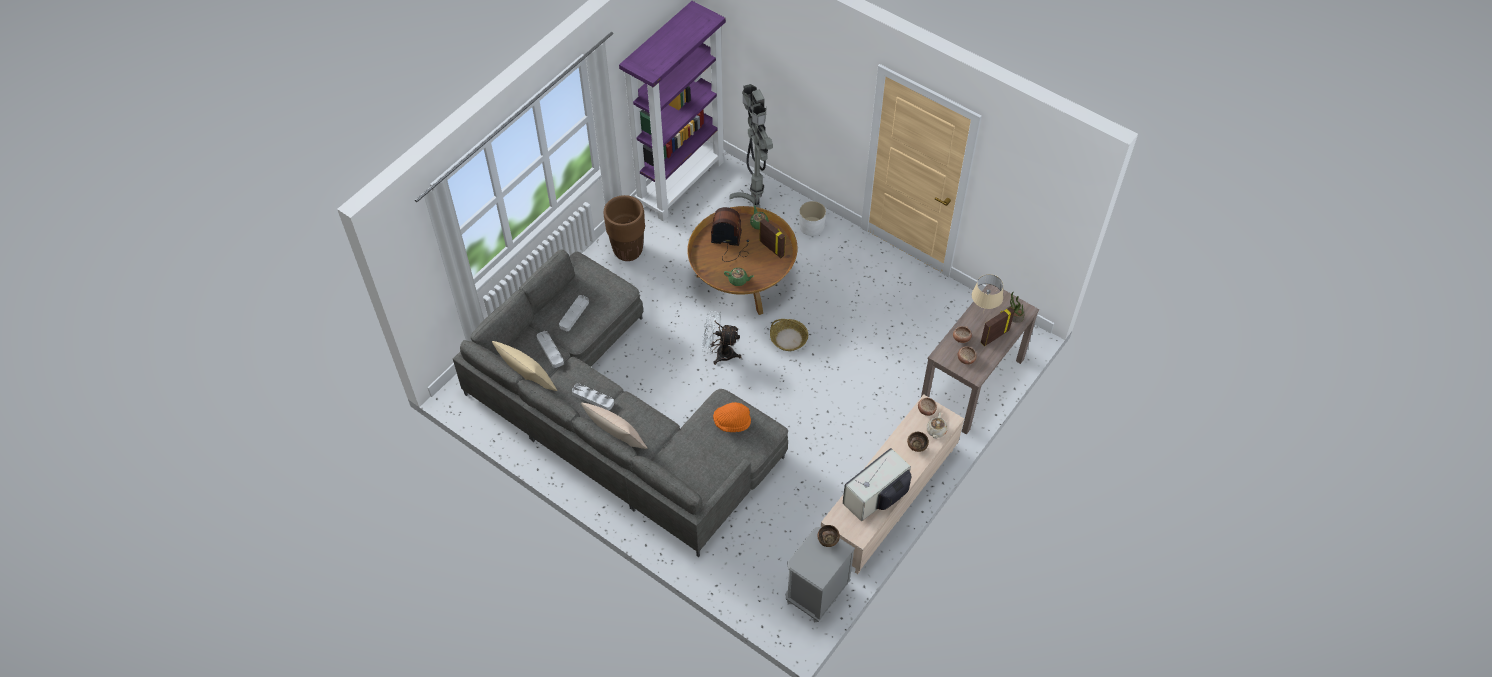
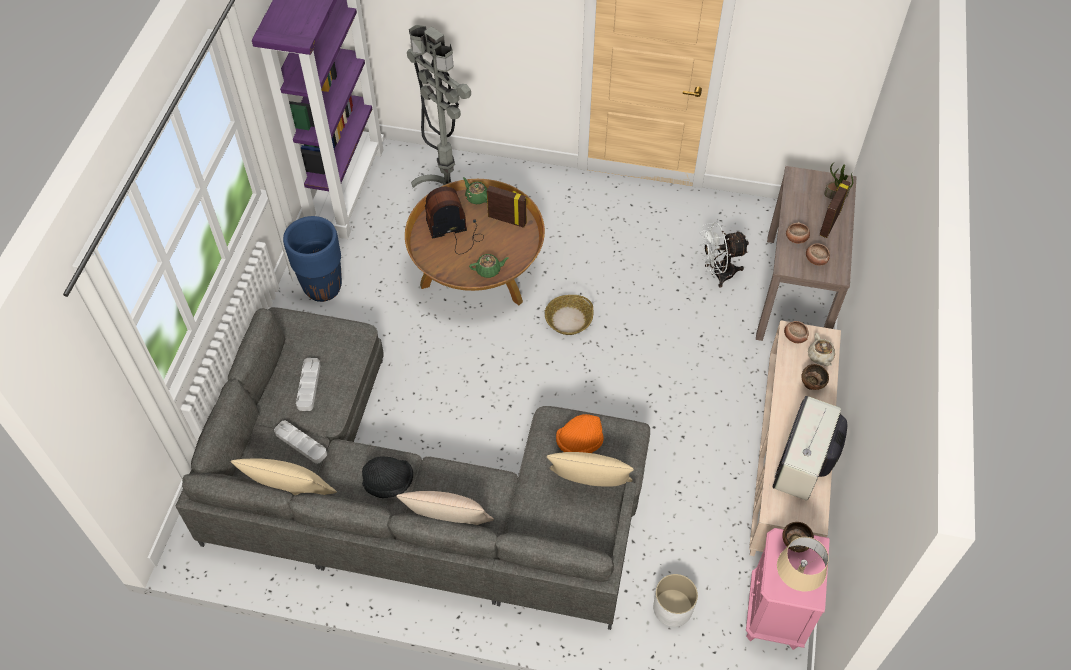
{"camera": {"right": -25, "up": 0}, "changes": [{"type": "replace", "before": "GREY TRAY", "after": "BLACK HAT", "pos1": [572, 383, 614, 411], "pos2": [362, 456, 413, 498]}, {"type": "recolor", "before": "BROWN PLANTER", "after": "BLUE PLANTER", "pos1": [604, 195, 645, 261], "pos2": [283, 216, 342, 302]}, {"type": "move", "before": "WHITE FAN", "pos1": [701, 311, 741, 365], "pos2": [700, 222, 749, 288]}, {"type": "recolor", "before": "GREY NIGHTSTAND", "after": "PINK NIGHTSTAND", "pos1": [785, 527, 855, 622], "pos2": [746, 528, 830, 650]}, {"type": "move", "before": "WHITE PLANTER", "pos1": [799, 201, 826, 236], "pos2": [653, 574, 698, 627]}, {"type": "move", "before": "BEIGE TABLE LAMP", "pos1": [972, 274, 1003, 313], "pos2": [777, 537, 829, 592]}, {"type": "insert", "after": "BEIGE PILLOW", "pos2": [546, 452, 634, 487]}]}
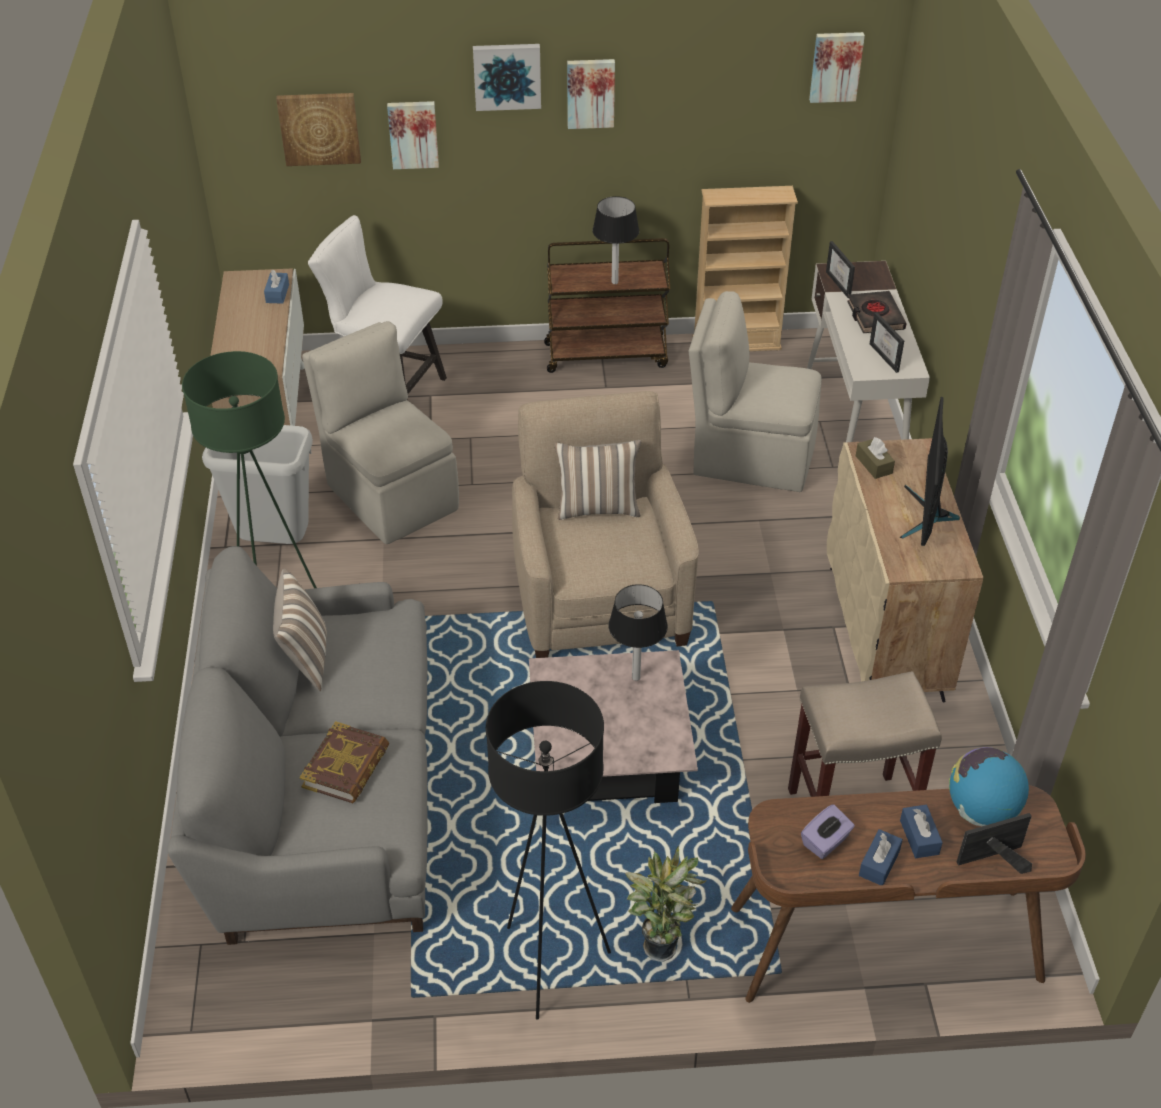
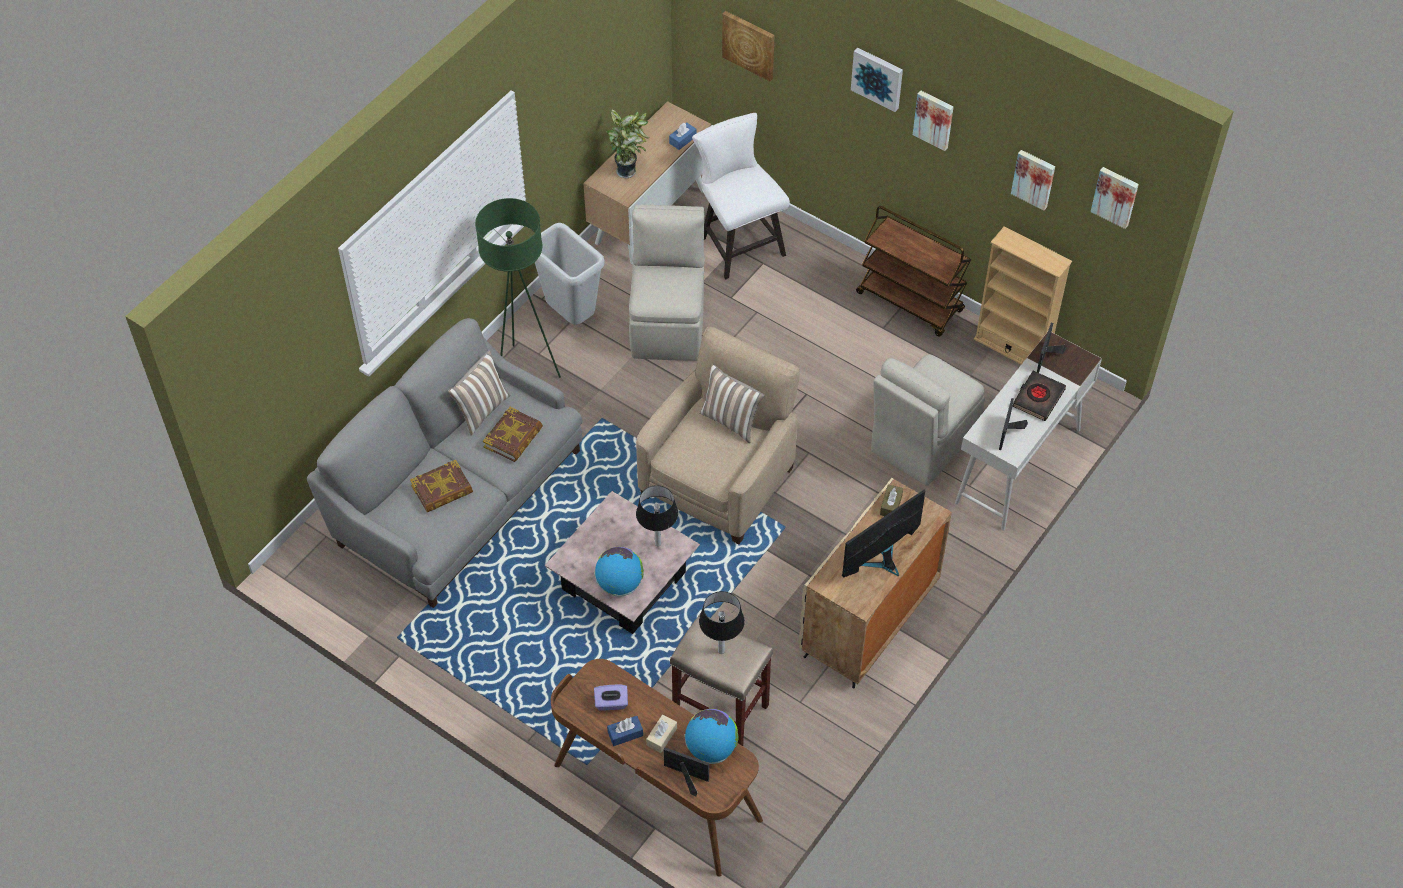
{"camera": {"right": 40, "up": 10}, "changes": [{"type": "move", "before": "PICTURE", "pos1": [387, 101, 439, 169], "pos2": [1011, 150, 1055, 210]}, {"type": "delete", "before": "BLACK FLOOR LAMP", "pos1": [486, 681, 611, 1020]}, {"type": "move", "before": "TABLE LAMP", "pos1": [592, 196, 639, 284], "pos2": [699, 591, 745, 654]}, {"type": "move", "before": "POTTED PLANT", "pos1": [625, 846, 707, 962], "pos2": [606, 110, 648, 179]}, {"type": "rotate", "before": "BEIGE CHAIR", "pos1": [689, 291, 822, 492], "pos2": [871, 354, 985, 486], "turn": -105}, {"type": "recolor", "before": "BLUE TISSUE BOX", "after": "BEIGE TISSUE BOX", "pos1": [900, 805, 943, 858], "pos2": [646, 715, 677, 753]}, {"type": "insert", "after": "BOOK", "pos2": [483, 407, 543, 462]}, {"type": "insert", "after": "GLOBE", "pos2": [594, 547, 644, 597]}]}
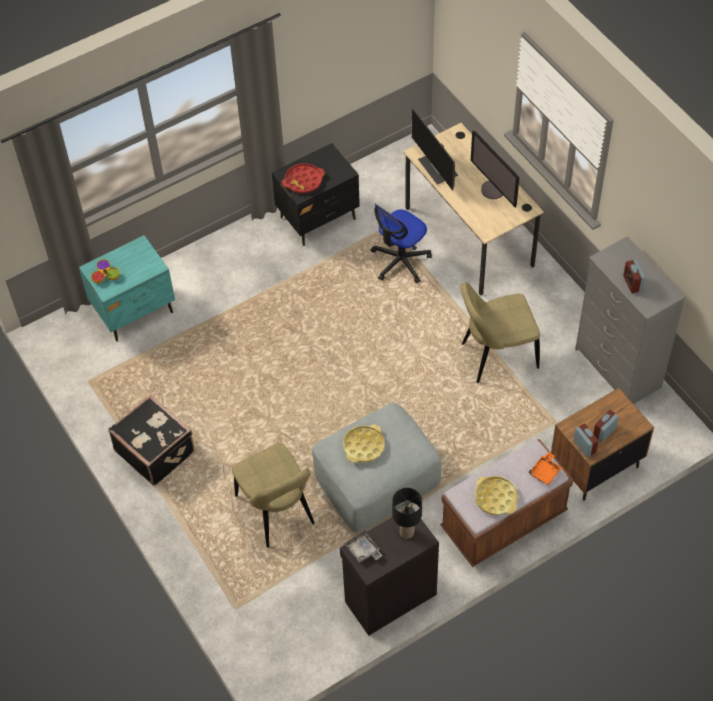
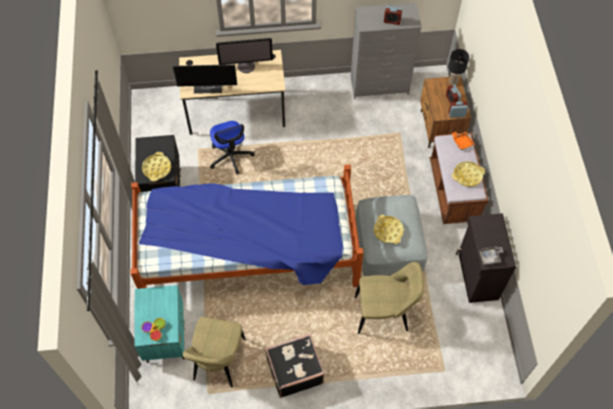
{"camera": {"right": -65, "up": 5}, "changes": [{"type": "recolor", "before": "RED TRAY", "after": "YELLOW TRAY", "pos1": [282, 163, 325, 193], "pos2": [142, 152, 171, 181]}, {"type": "move", "before": "BLACK TABLE LAMP", "pos1": [392, 488, 422, 538], "pos2": [448, 49, 469, 85]}, {"type": "move", "before": "BEIGE CHAIR", "pos1": [460, 282, 540, 383], "pos2": [183, 317, 246, 388]}, {"type": "insert", "after": "BED", "pos2": [131, 164, 364, 289]}]}
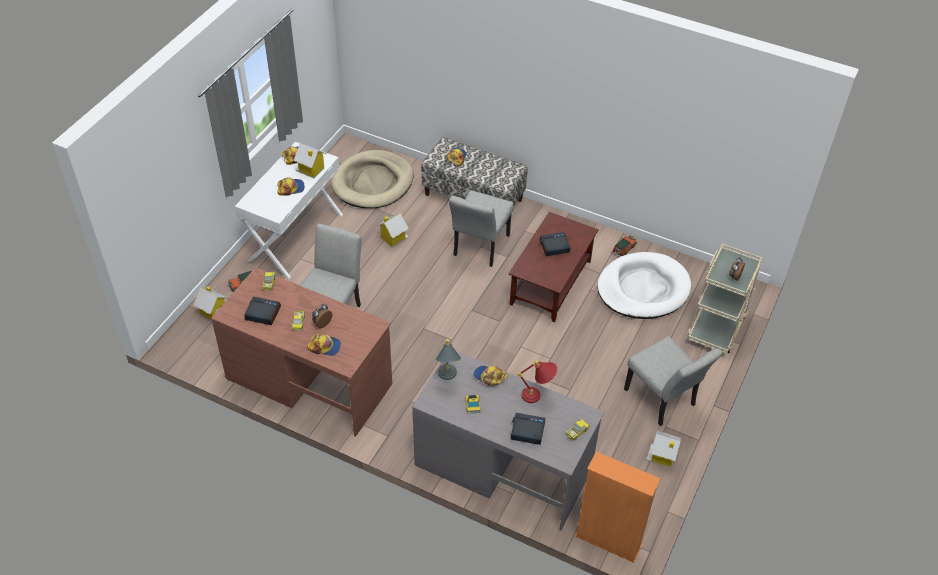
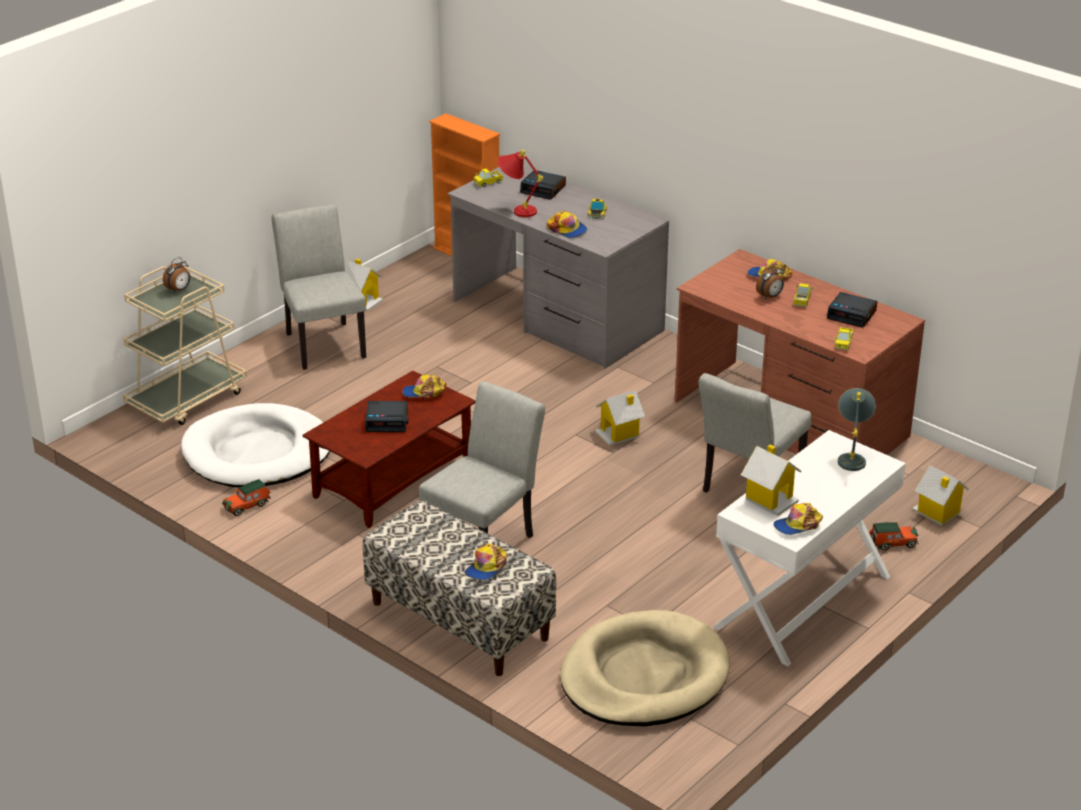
{"camera": {"right": -165, "up": -15}, "changes": [{"type": "move", "before": "CAP", "pos1": [277, 177, 305, 196], "pos2": [402, 375, 447, 397]}, {"type": "move", "before": "TOY HOUSE", "pos1": [377, 213, 409, 248], "pos2": [595, 390, 645, 446]}, {"type": "move", "before": "GREY TABLE LAMP", "pos1": [436, 339, 461, 380], "pos2": [838, 388, 876, 471]}]}
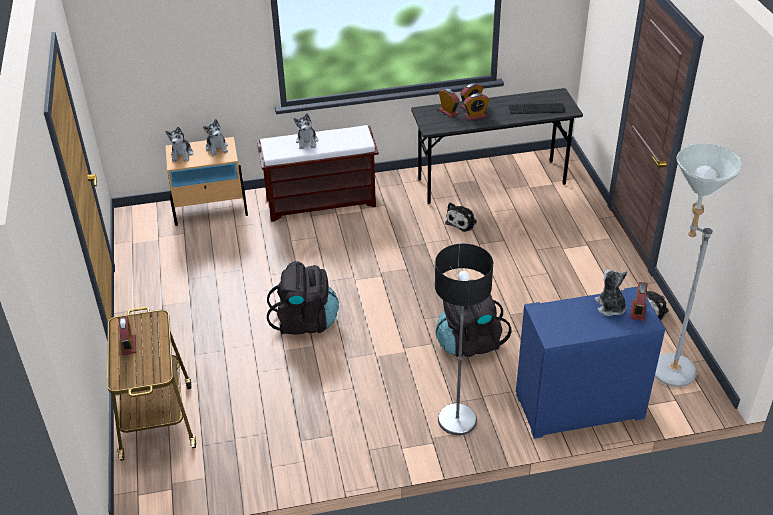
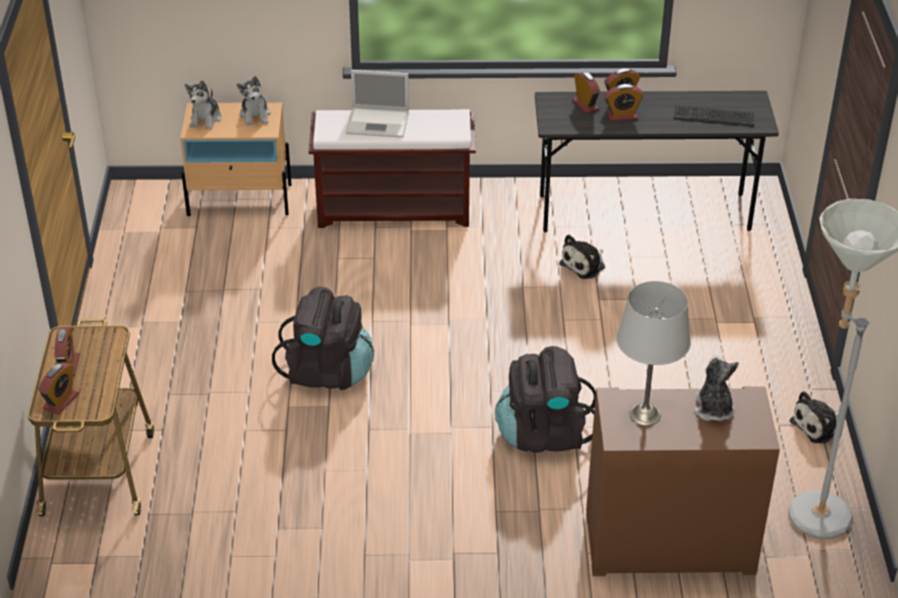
{"camera": {"right": 10, "up": 0}, "changes": [{"type": "replace", "before": "PLUSH TOY", "after": "LAPTOP", "pos1": [294, 114, 318, 149], "pos2": [346, 70, 409, 138]}, {"type": "delete", "before": "FLOOR LAMP", "pos1": [435, 244, 493, 435]}, {"type": "recolor", "before": "BLUE DRESSER", "after": "BROWN DRESSER", "pos1": [516, 286, 665, 439], "pos2": [586, 386, 780, 576]}, {"type": "move", "before": "ALARM CLOCK", "pos1": [630, 282, 647, 321], "pos2": [38, 362, 79, 415]}, {"type": "insert", "after": "GREY TABLE LAMP", "pos2": [616, 281, 691, 426]}]}
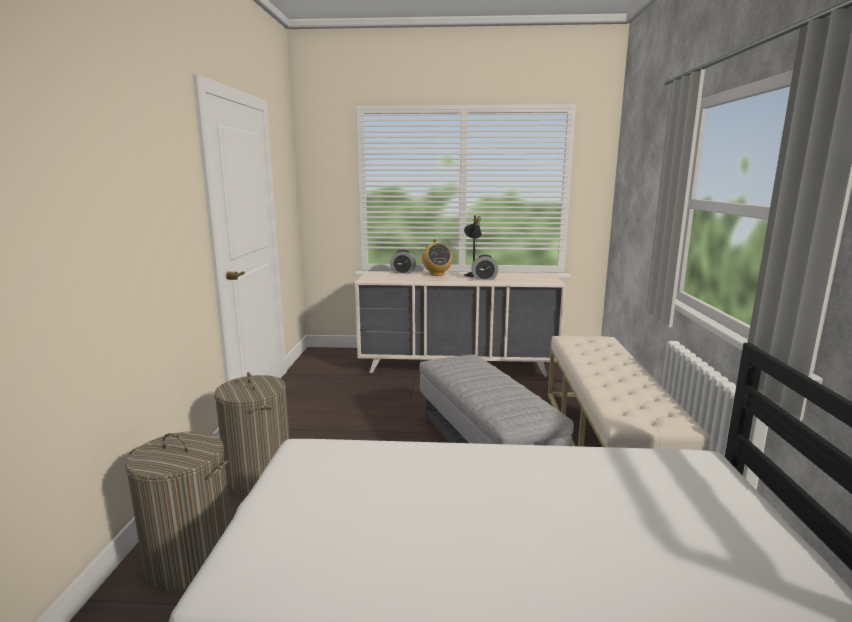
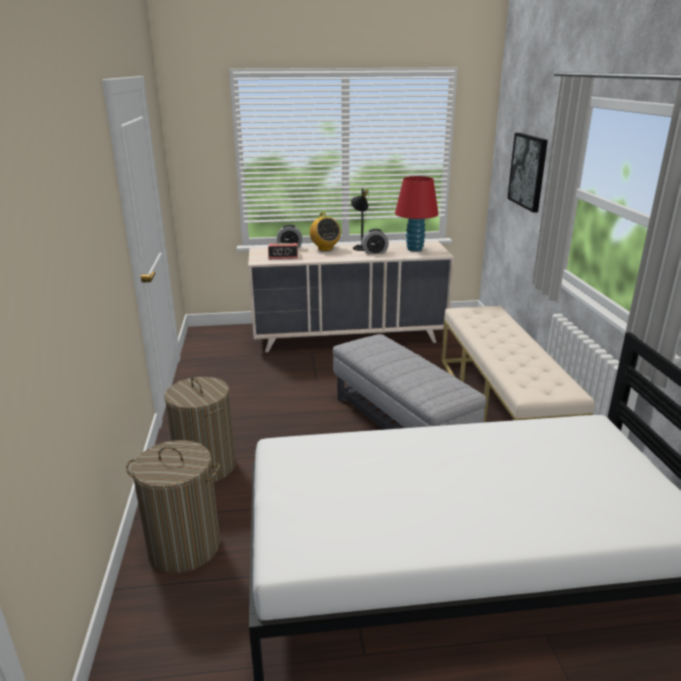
{"camera": {"right": -10, "up": 10}, "changes": [{"type": "insert", "after": "ALARM CLOCK", "pos2": [268, 243, 298, 259]}, {"type": "insert", "after": "RED TABLE LAMP", "pos2": [395, 176, 438, 251]}, {"type": "insert", "after": "PICTURE", "pos2": [507, 133, 548, 213]}]}
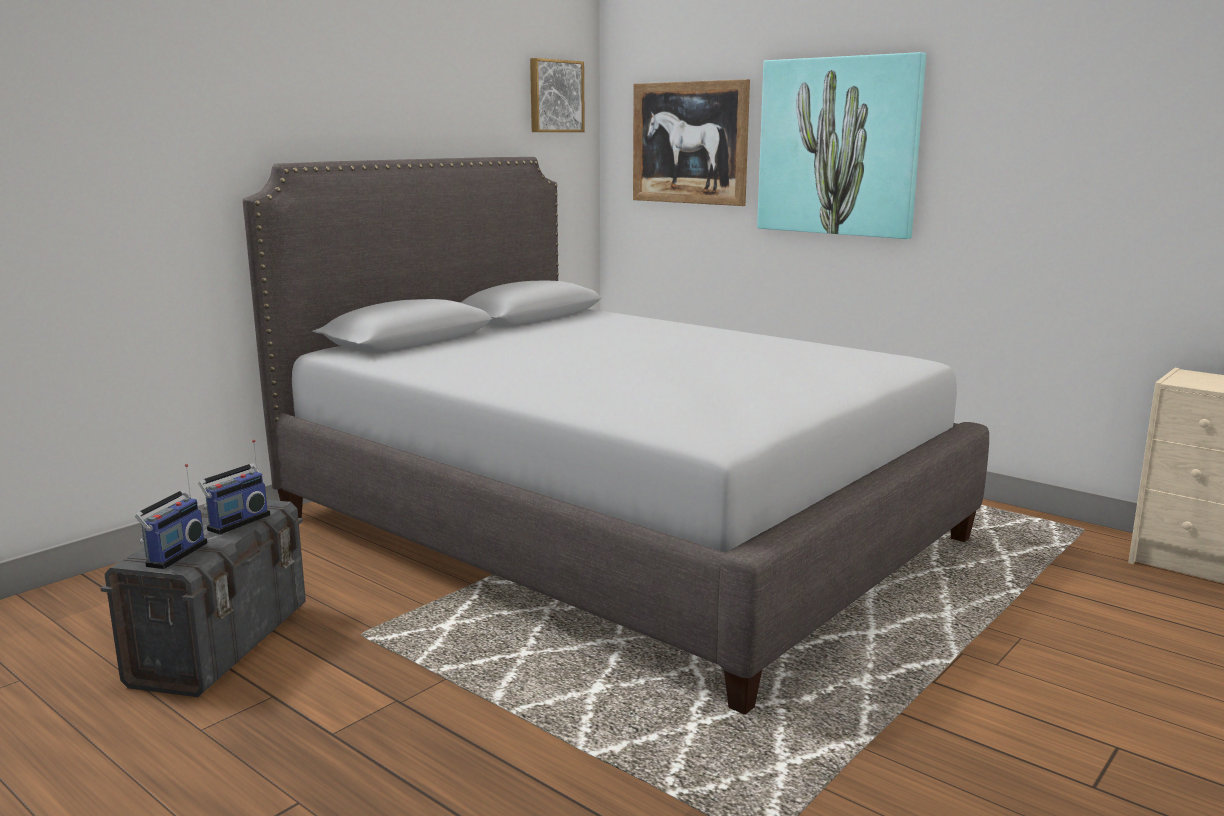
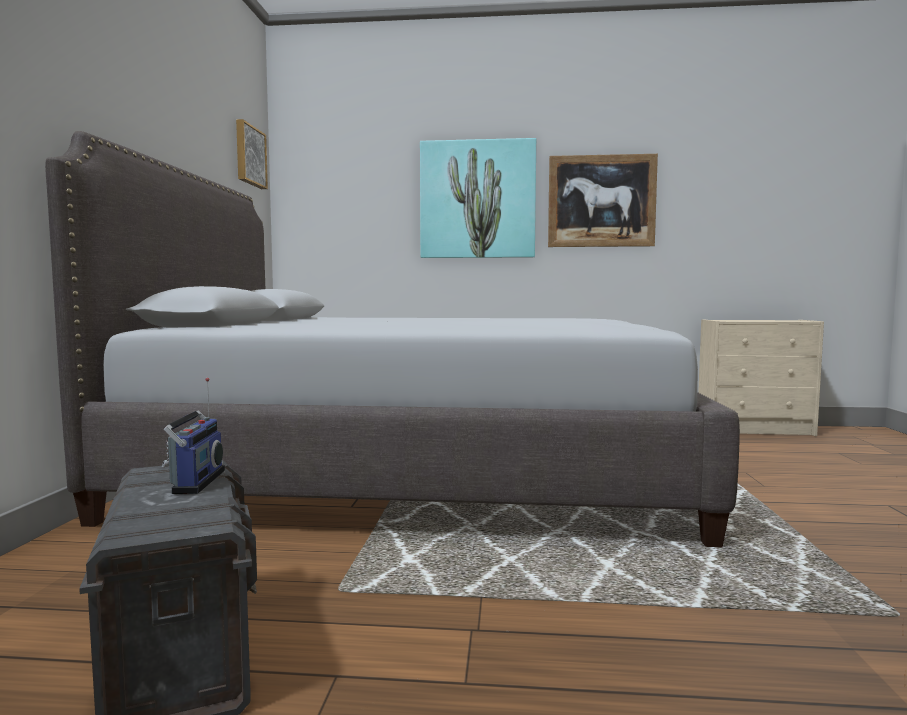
{"camera": {"right": -35, "up": -10}, "changes": [{"type": "delete", "before": "RADIO", "pos1": [135, 464, 207, 569]}, {"type": "move", "before": "PICTURE", "pos1": [633, 79, 750, 206], "pos2": [548, 154, 658, 247]}]}
